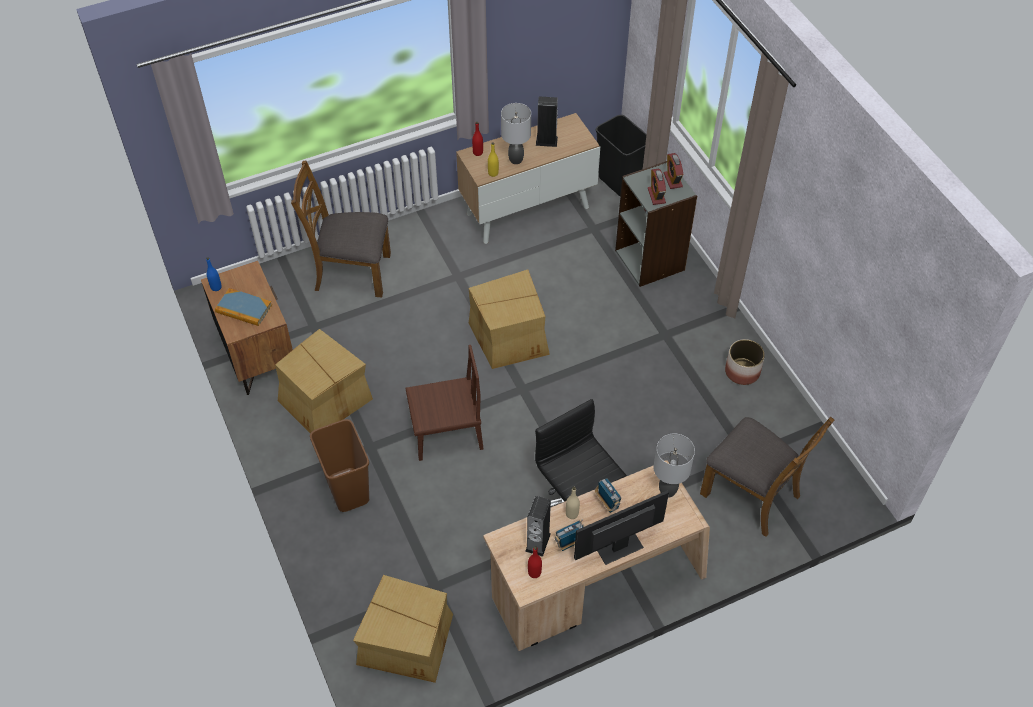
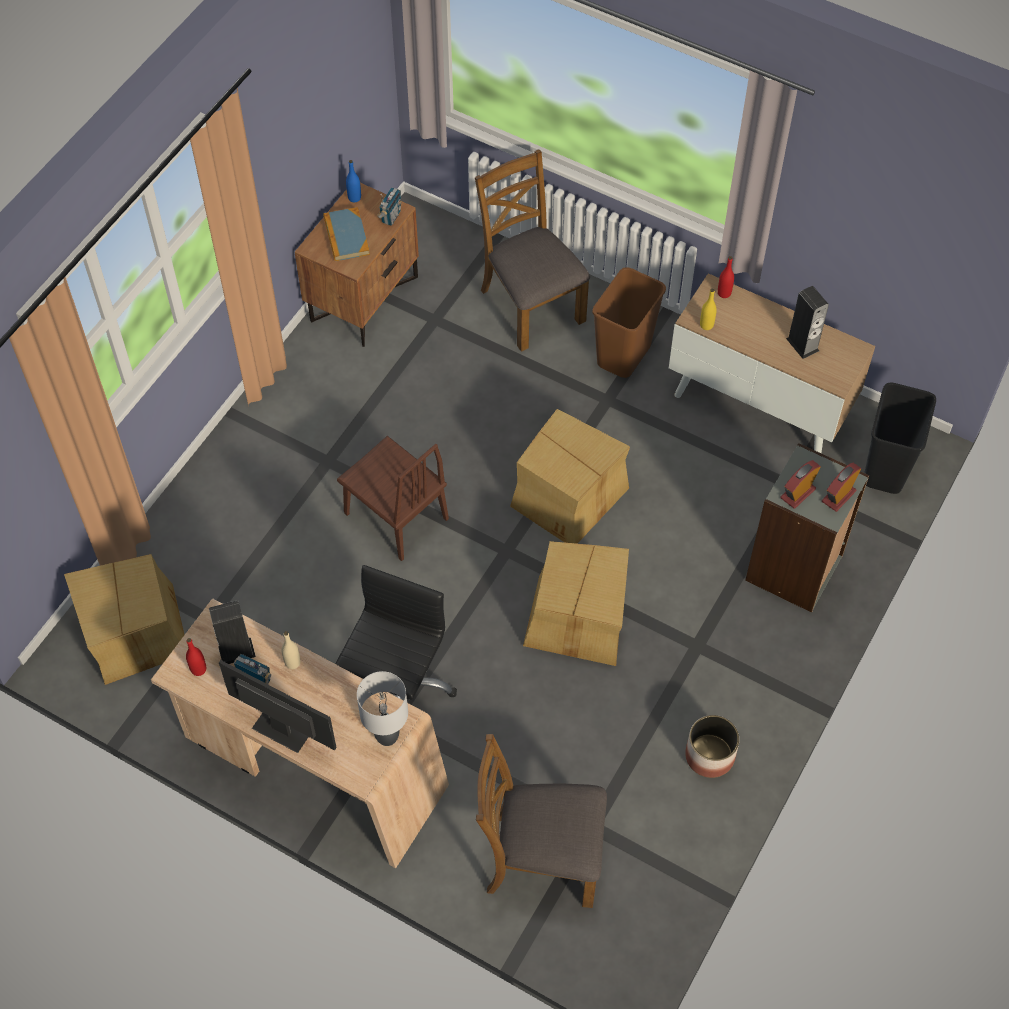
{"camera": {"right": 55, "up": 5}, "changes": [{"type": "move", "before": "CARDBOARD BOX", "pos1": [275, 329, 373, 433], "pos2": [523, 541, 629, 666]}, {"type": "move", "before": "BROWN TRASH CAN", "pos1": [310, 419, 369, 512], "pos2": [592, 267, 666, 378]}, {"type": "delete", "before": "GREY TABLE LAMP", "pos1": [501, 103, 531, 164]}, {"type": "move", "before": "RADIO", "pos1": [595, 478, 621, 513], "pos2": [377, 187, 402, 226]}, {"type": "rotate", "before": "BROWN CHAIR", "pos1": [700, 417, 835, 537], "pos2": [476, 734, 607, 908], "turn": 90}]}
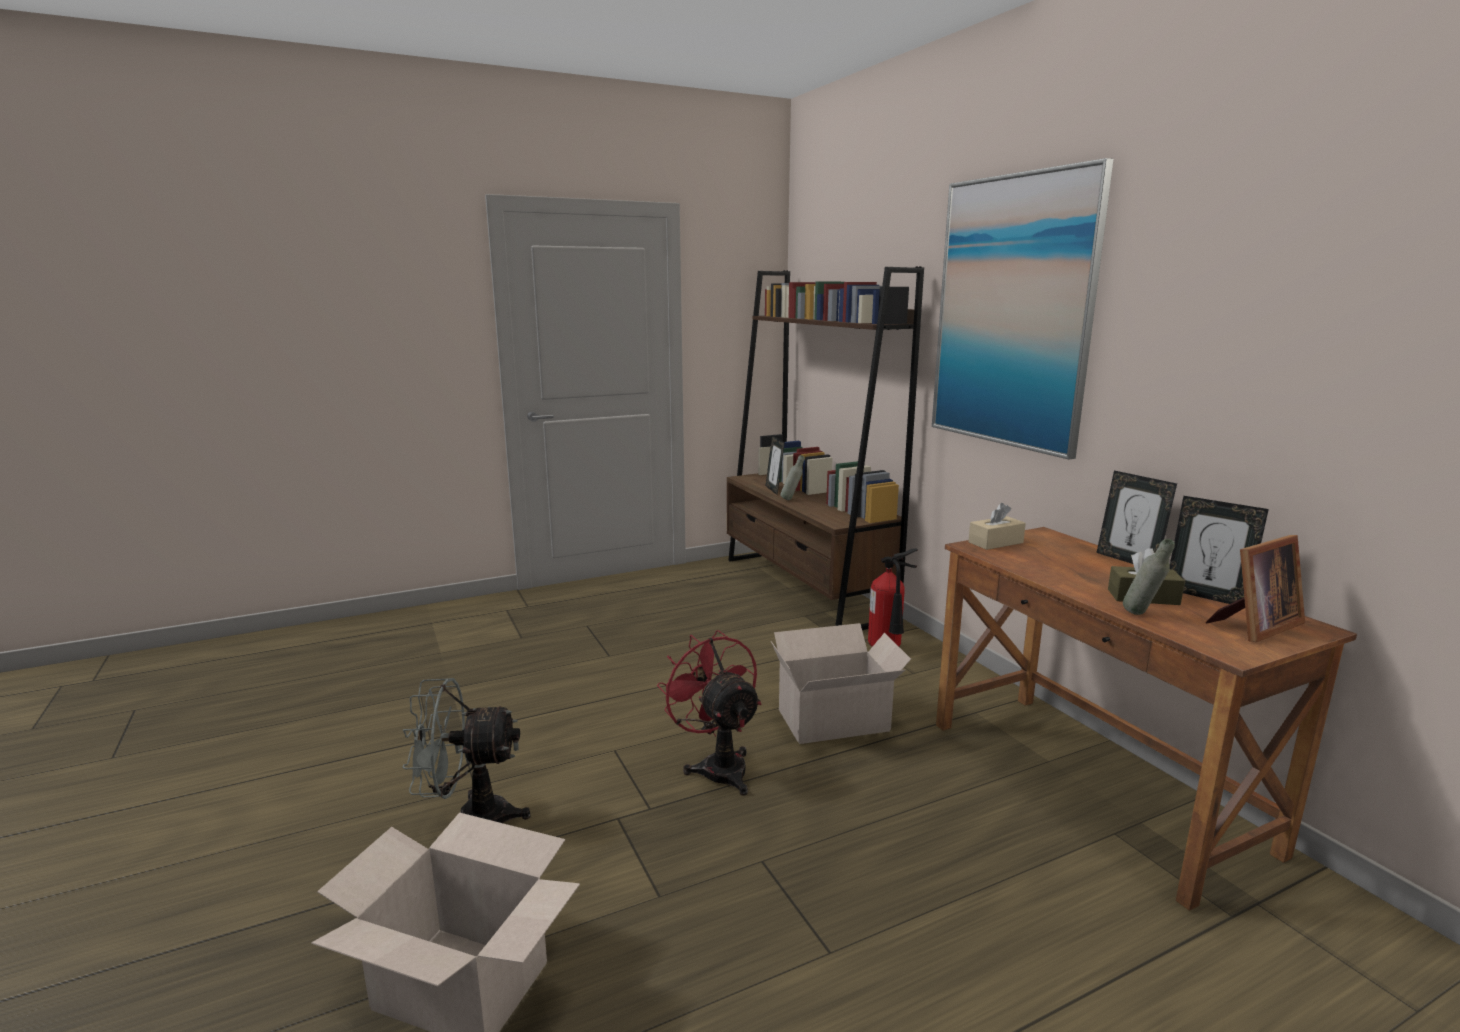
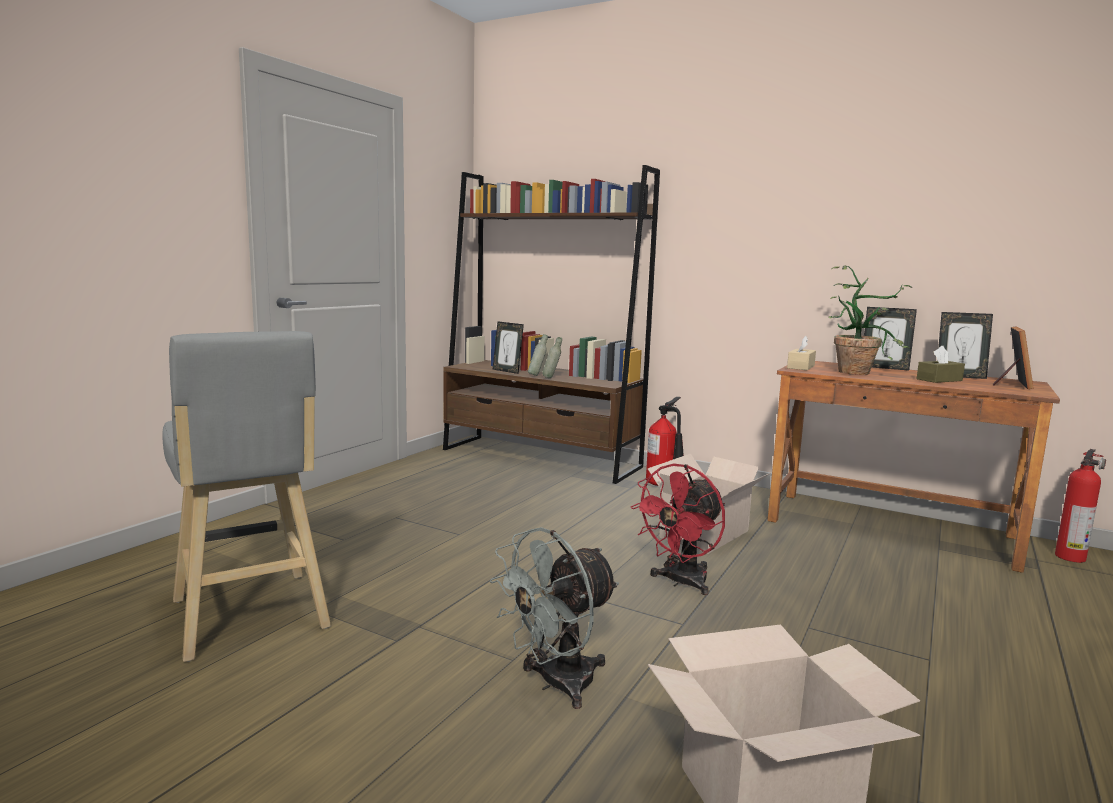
{"camera": {"right": -35, "up": -5}, "changes": [{"type": "rotate", "before": "RED FAN", "pos1": [657, 630, 762, 796], "pos2": [631, 463, 725, 595], "turn": -75}, {"type": "delete", "before": "PICTURE", "pos1": [932, 158, 1114, 459]}, {"type": "move", "before": "GREY BOTTLE", "pos1": [1123, 539, 1175, 615], "pos2": [542, 337, 562, 378]}, {"type": "insert", "after": "GREY STOOL", "pos2": [162, 331, 331, 662]}, {"type": "insert", "after": "POTTED PLANT", "pos2": [829, 266, 912, 375]}, {"type": "insert", "after": "FIRE EXTINGUISHER", "pos2": [1055, 449, 1106, 563]}]}
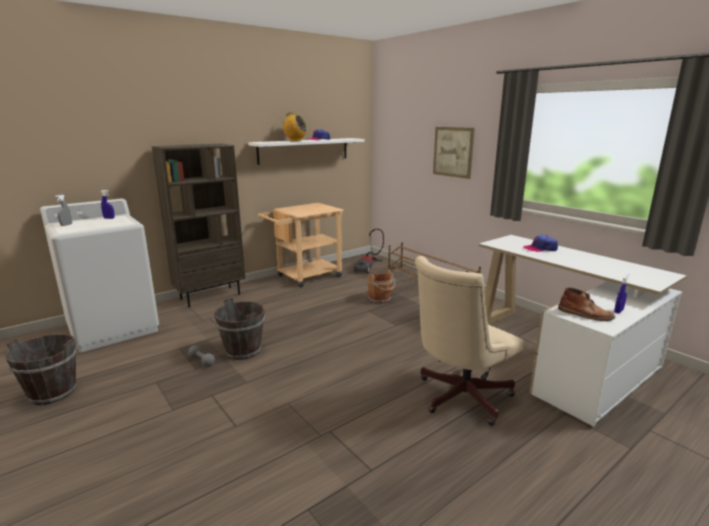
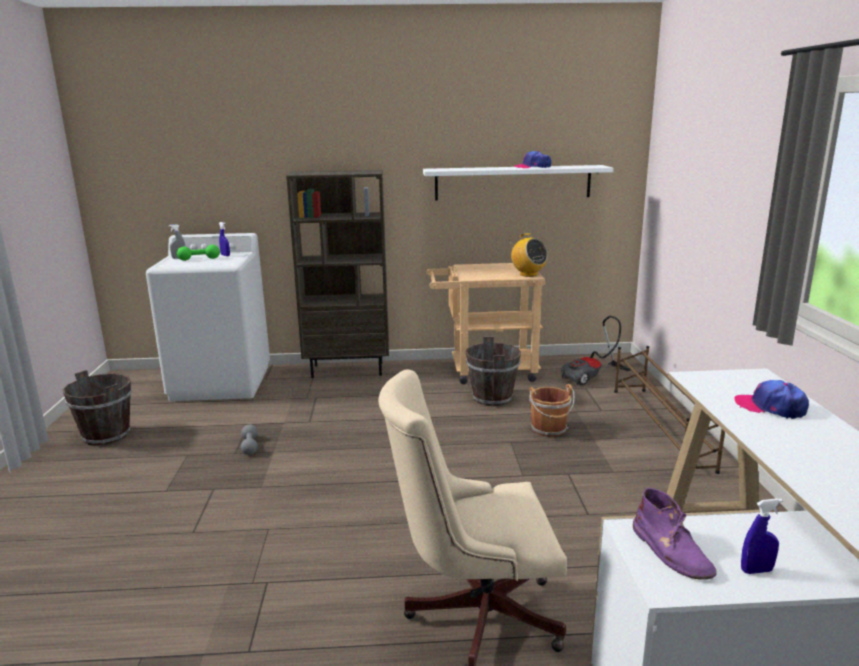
{"camera": {"right": 35, "up": 0}, "changes": [{"type": "move", "before": "BROWN BUCKET", "pos1": [214, 297, 265, 360], "pos2": [465, 336, 521, 406]}, {"type": "move", "before": "RADIO", "pos1": [280, 112, 307, 142], "pos2": [510, 233, 548, 277]}, {"type": "delete", "before": "PICTURE", "pos1": [433, 127, 475, 179]}, {"type": "recolor", "before": "BROWN BOOT", "after": "PURPLE BOOT", "pos1": [558, 287, 615, 321], "pos2": [633, 488, 717, 580]}, {"type": "insert", "after": "GREEN DUMBBELL", "pos2": [177, 245, 220, 261]}]}
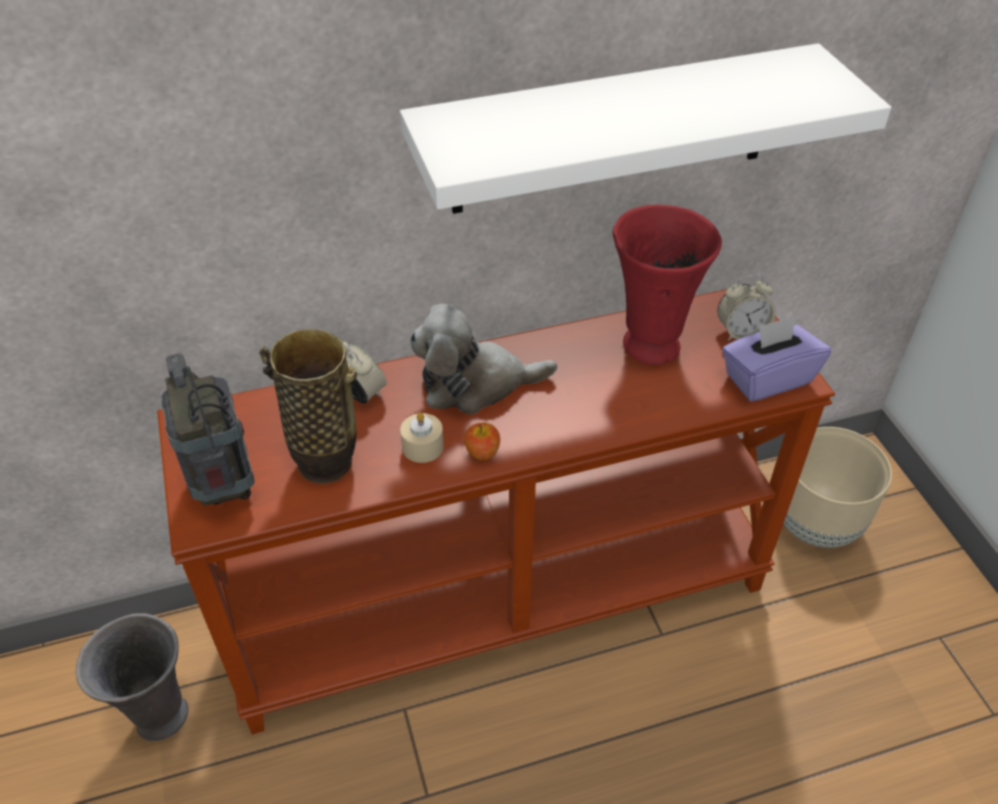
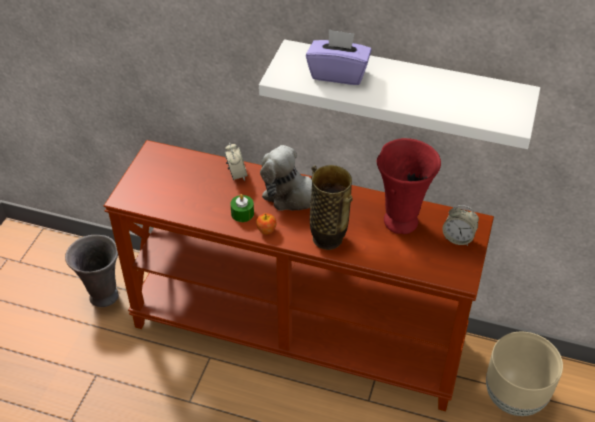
{"camera": {"right": 35, "up": 0}, "changes": [{"type": "delete", "before": "RADIO", "pos1": [161, 353, 255, 506]}, {"type": "move", "before": "VASE", "pos1": [259, 329, 357, 484], "pos2": [310, 165, 353, 250]}, {"type": "recolor", "before": "BEIGE CANDLE", "after": "GREEN CANDLE", "pos1": [400, 412, 444, 463], "pos2": [230, 194, 254, 222]}, {"type": "move", "before": "PURPLE TISSUE BOX", "pos1": [722, 316, 831, 402], "pos2": [306, 29, 372, 85]}]}
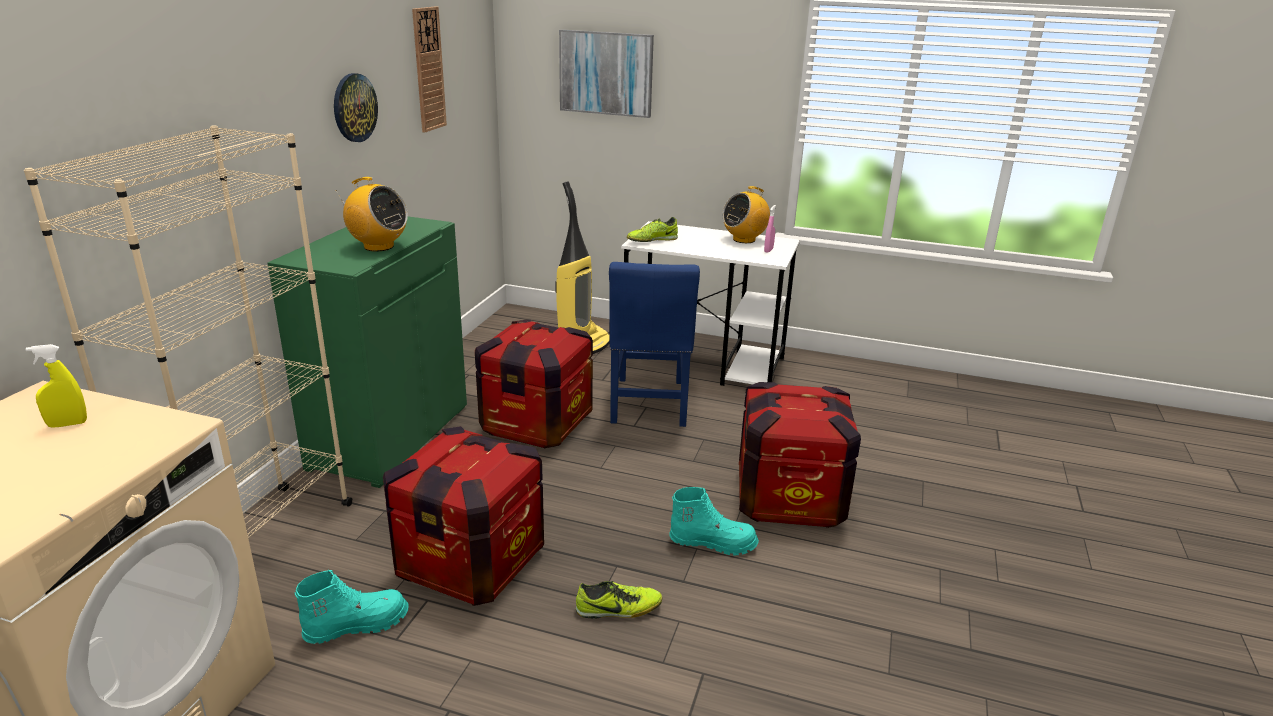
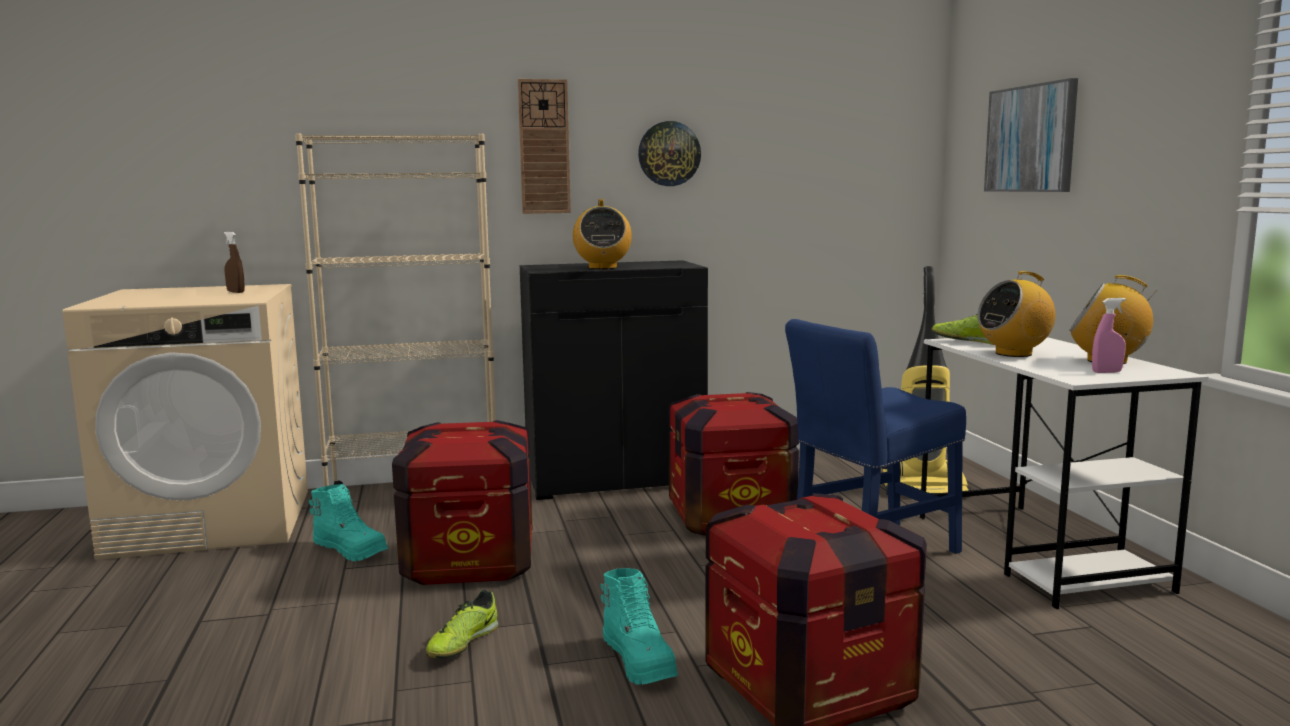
{"camera": {"right": 60, "up": -15}, "changes": [{"type": "recolor", "before": "YELLOW SPRAY BOTTLE", "after": "BROWN SPRAY BOTTLE", "pos1": [26, 344, 87, 428], "pos2": [224, 232, 245, 293]}, {"type": "recolor", "before": "GREEN CABINET", "after": "BLACK CABINET", "pos1": [268, 216, 467, 488], "pos2": [520, 260, 708, 500]}, {"type": "move", "before": "WALL CLOCK", "pos1": [412, 6, 447, 132], "pos2": [518, 79, 571, 214]}, {"type": "rotate", "before": "SHOE", "pos1": [576, 581, 662, 618], "pos2": [426, 590, 498, 659], "turn": 60}, {"type": "insert", "after": "RADIO", "pos2": [977, 271, 1055, 357]}]}
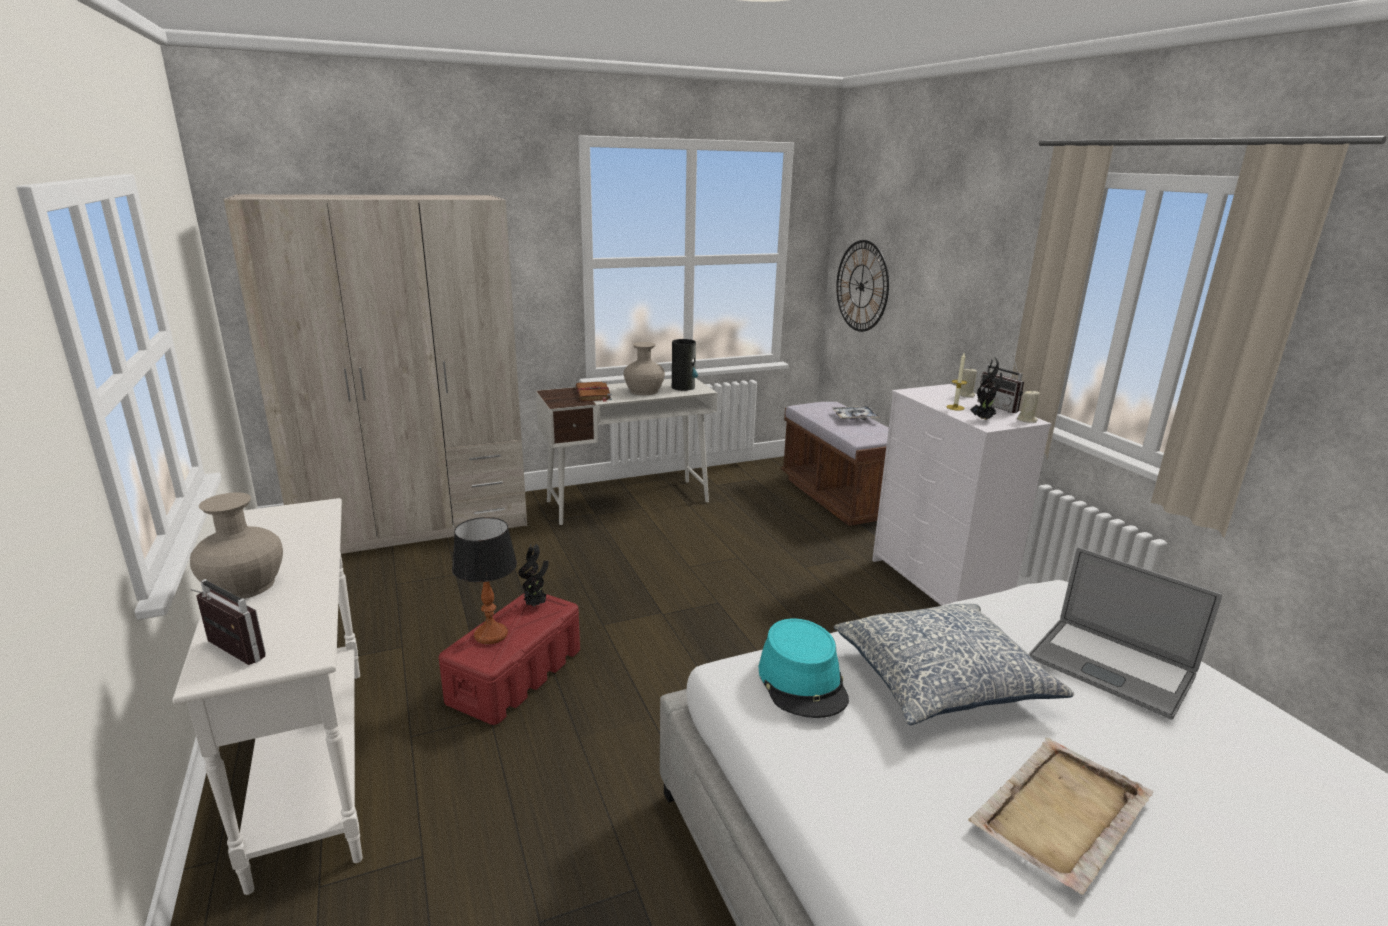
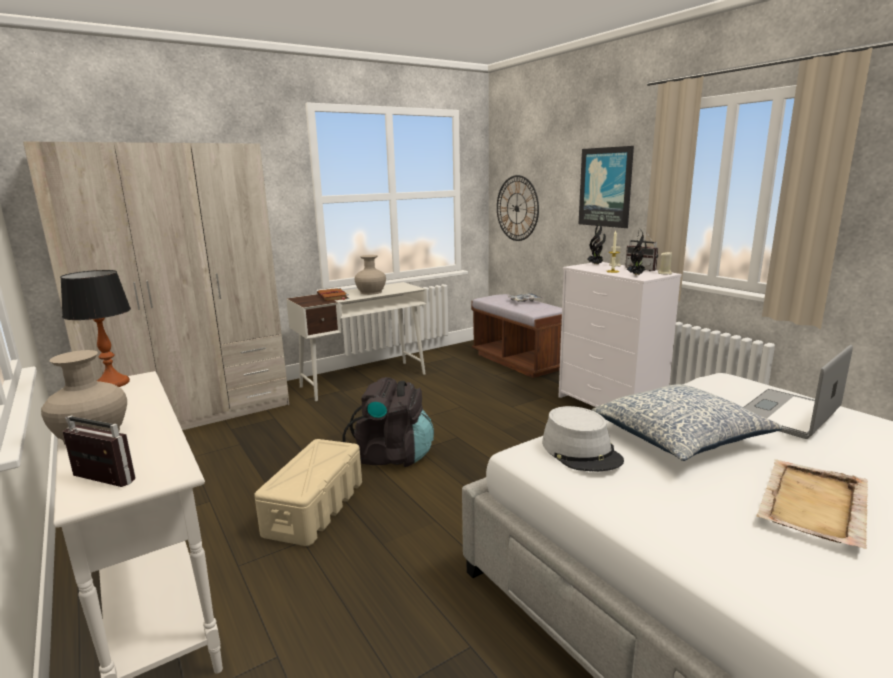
{"camera": {"right": -10, "up": -5}, "changes": [{"type": "recolor", "before": "RED STORAGE BOX", "after": "BEIGE STORAGE BOX", "pos1": [439, 593, 580, 725], "pos2": [254, 439, 362, 546]}, {"type": "move", "before": "TABLE LAMP", "pos1": [452, 517, 517, 644], "pos2": [60, 270, 131, 387]}, {"type": "move", "before": "POTTED PLANT", "pos1": [518, 543, 549, 606], "pos2": [587, 224, 606, 265]}, {"type": "delete", "before": "VASE", "pos1": [672, 339, 698, 391]}, {"type": "recolor", "before": "TURQUOISE HAT", "after": "GREY HAT", "pos1": [759, 618, 849, 718], "pos2": [542, 406, 624, 471]}, {"type": "rotate", "before": "LAPTOP", "pos1": [1029, 547, 1222, 720], "pos2": [743, 345, 853, 439], "turn": 105}, {"type": "insert", "after": "BLACK BACKPACK", "pos2": [342, 377, 434, 467]}, {"type": "insert", "after": "PICTURE", "pos2": [579, 146, 634, 228]}]}
